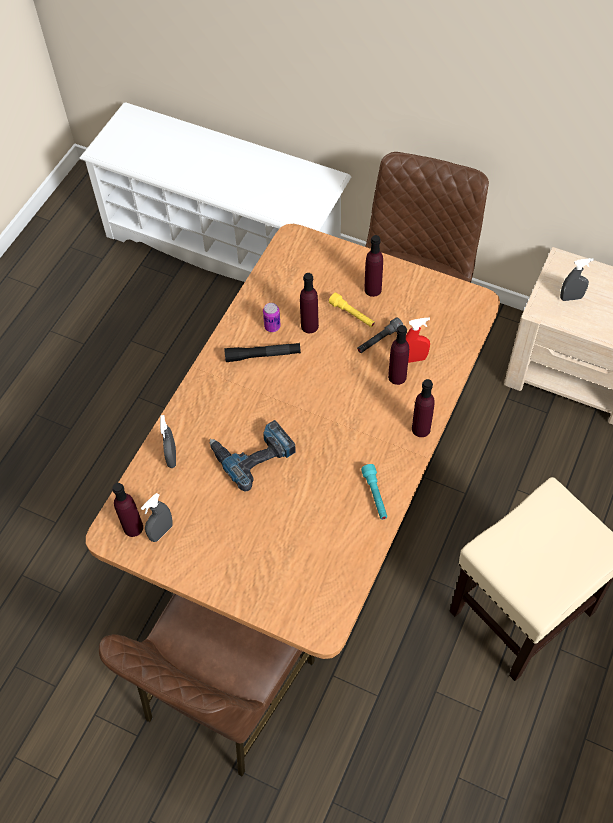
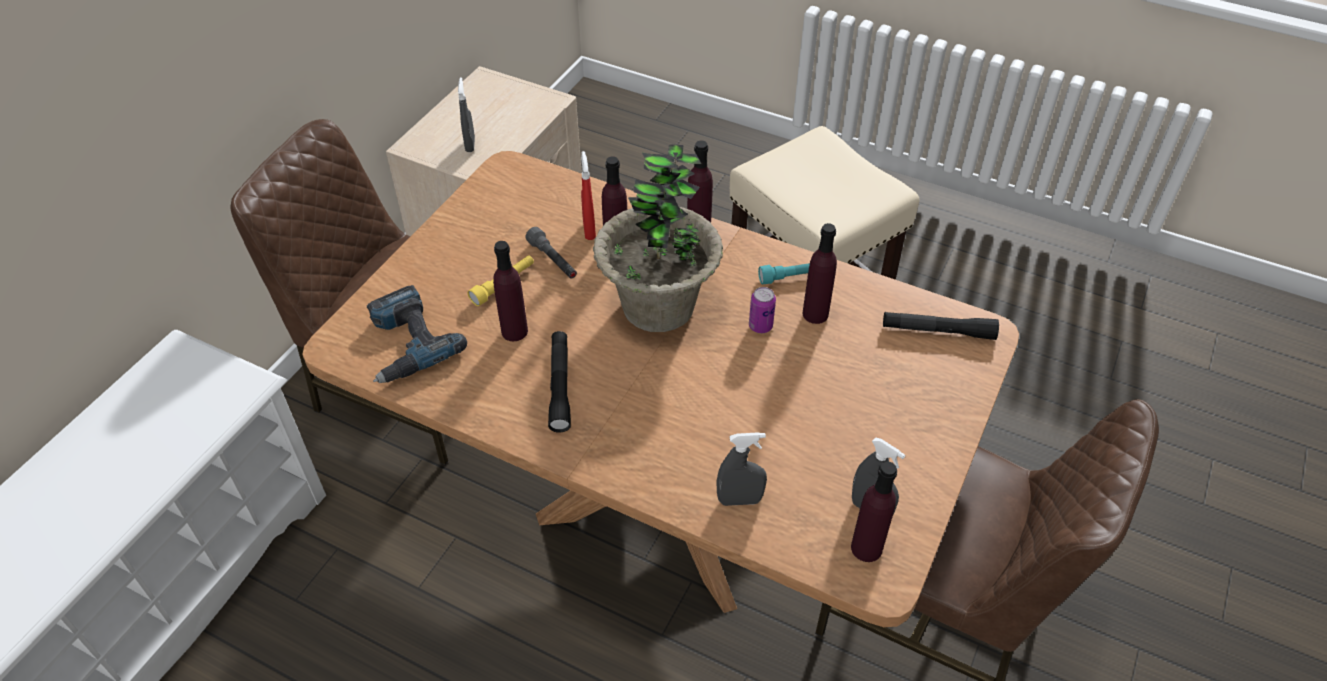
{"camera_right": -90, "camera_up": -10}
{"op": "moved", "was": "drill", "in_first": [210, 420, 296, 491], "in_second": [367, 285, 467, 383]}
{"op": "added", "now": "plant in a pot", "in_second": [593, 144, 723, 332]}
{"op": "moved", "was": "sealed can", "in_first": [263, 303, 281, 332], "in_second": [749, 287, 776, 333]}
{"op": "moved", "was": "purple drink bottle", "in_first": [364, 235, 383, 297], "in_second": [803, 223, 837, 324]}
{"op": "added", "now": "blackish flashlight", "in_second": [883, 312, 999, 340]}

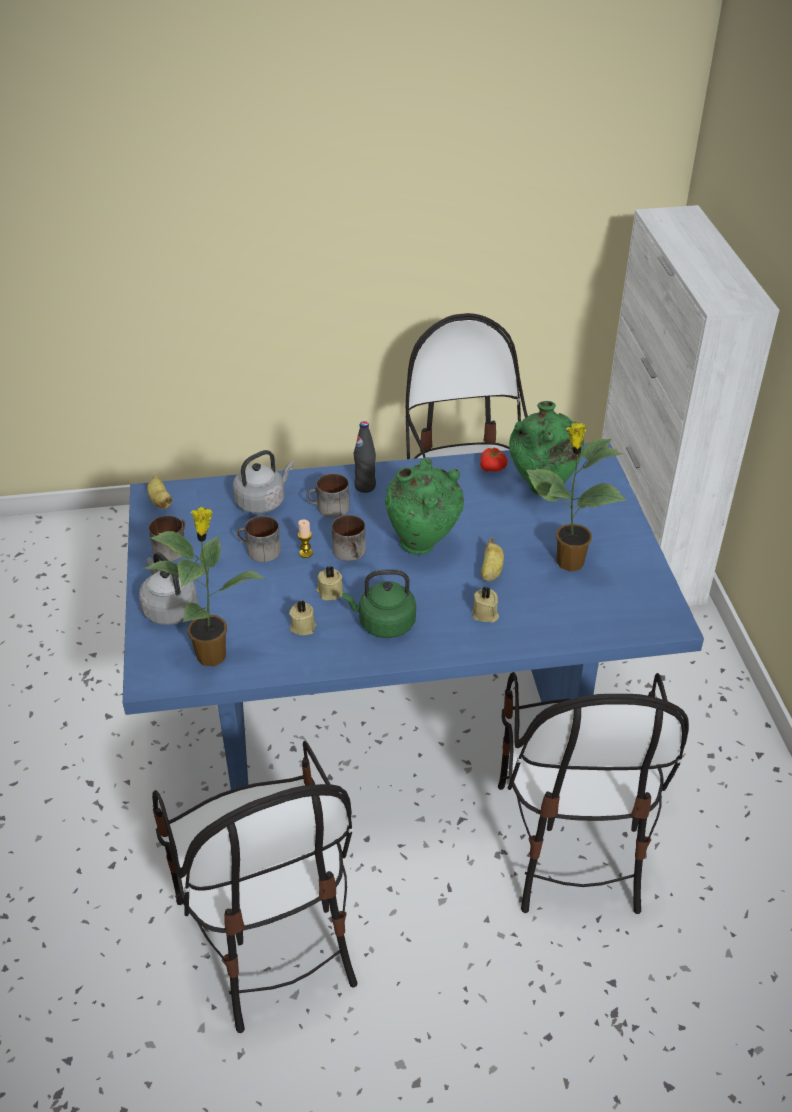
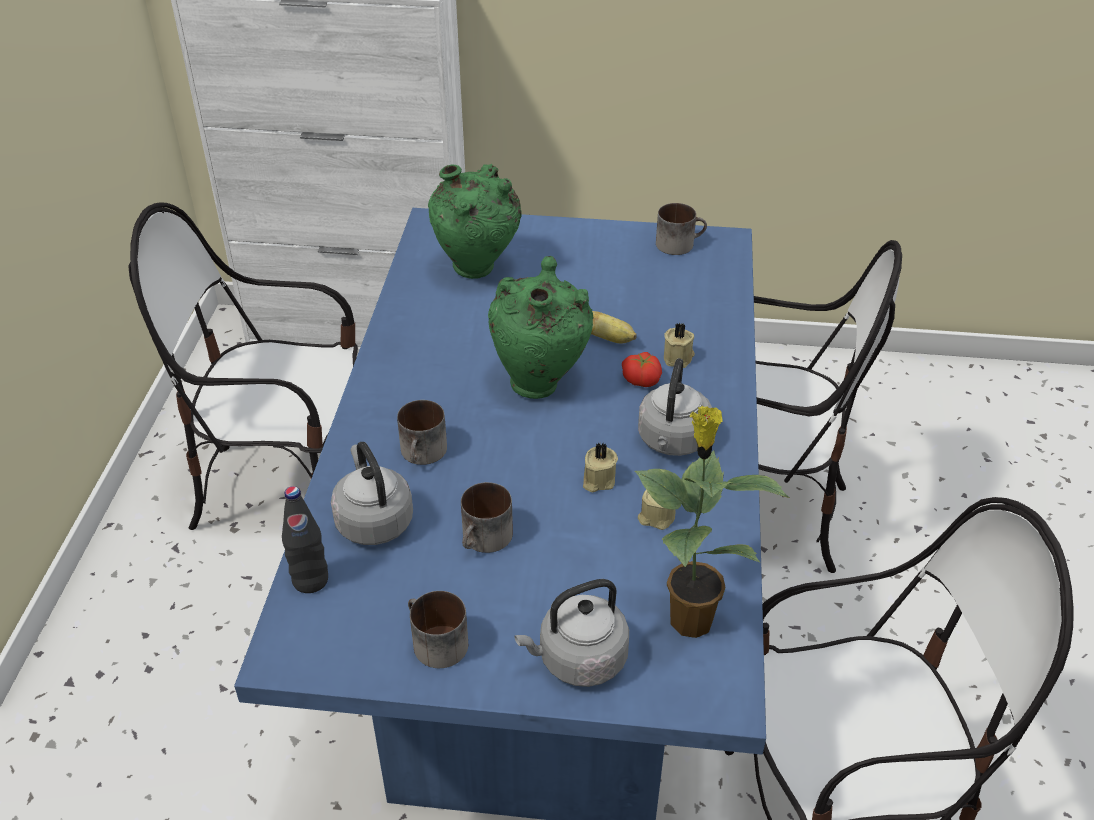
{"camera_right": -75, "camera_up": 0}
{"op": "moved", "was": "blackish drink bottle", "in_first": [354, 421, 376, 493], "in_second": [282, 486, 328, 593]}
{"op": "moved", "was": "whole tomato", "in_first": [480, 448, 507, 472], "in_second": [622, 352, 662, 387]}
{"op": "recoloured", "was": "green kettle", "now": "greyish kettle", "in_first": [342, 570, 416, 638], "in_second": [638, 358, 712, 456]}
{"op": "moved", "was": "mug", "in_first": [332, 515, 366, 561], "in_second": [656, 203, 707, 255]}
{"op": "removed", "was": "whole banana", "in_first": [147, 475, 172, 509]}
{"op": "removed", "was": "wax light", "in_first": [298, 519, 313, 558]}
{"op": "removed", "was": "plant in a pot", "in_first": [526, 423, 626, 572]}

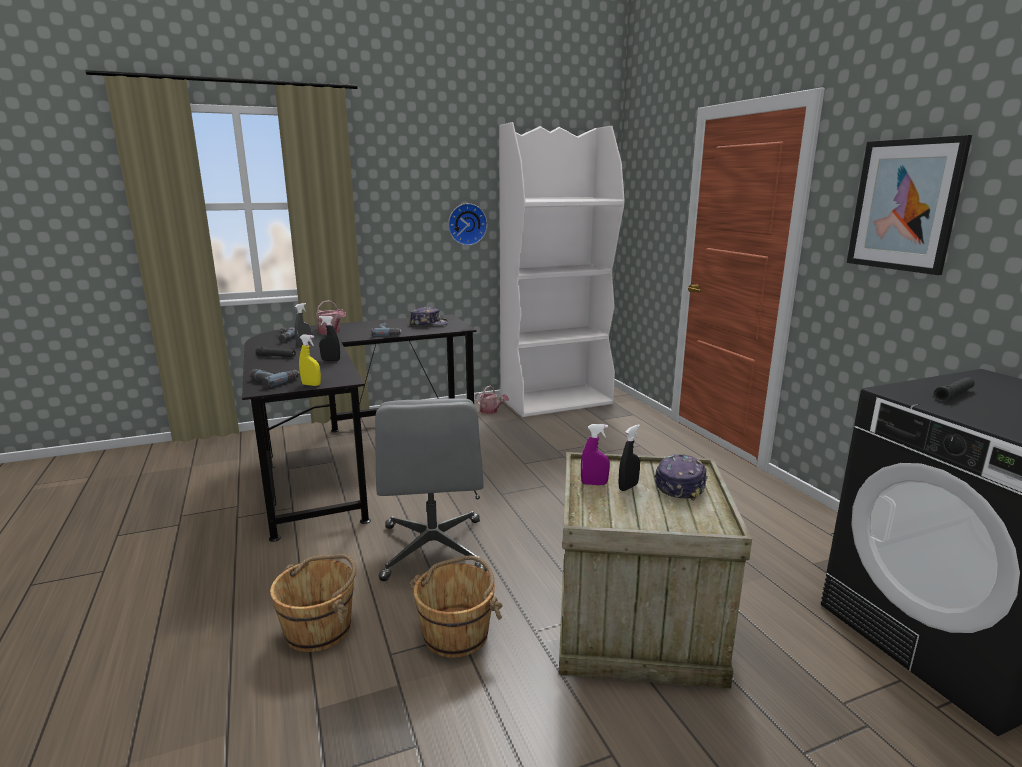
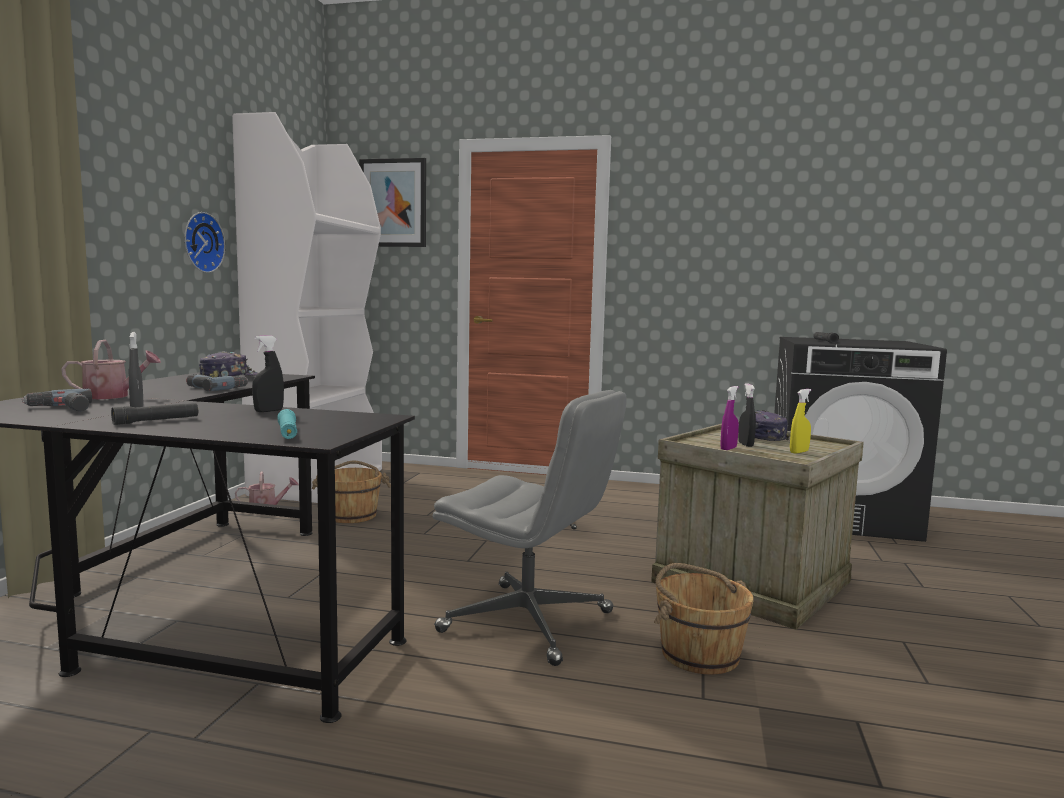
{"camera_right": -55, "camera_up": -10}
{"op": "replaced", "was": "drill", "now": "turquoise flashlight", "in_first": [250, 369, 299, 388], "in_second": [277, 409, 297, 439]}
{"op": "moved", "was": "brown water bucket", "in_first": [270, 554, 356, 652], "in_second": [312, 461, 391, 523]}
{"op": "moved", "was": "wall art", "in_first": [847, 135, 972, 275], "in_second": [359, 158, 426, 247]}
{"op": "moved", "was": "yellow hand sprayer", "in_first": [299, 334, 321, 386], "in_second": [790, 389, 811, 454]}

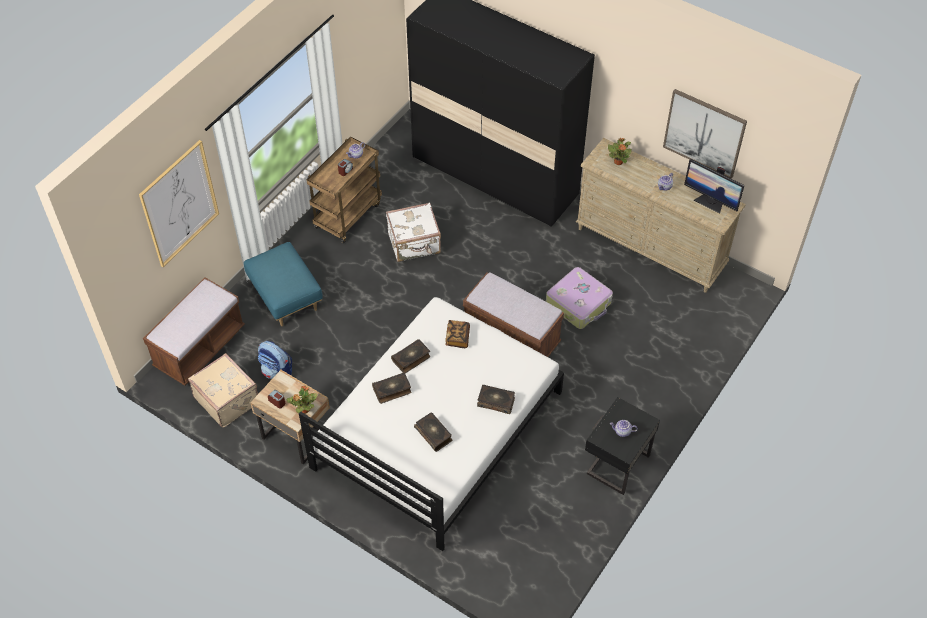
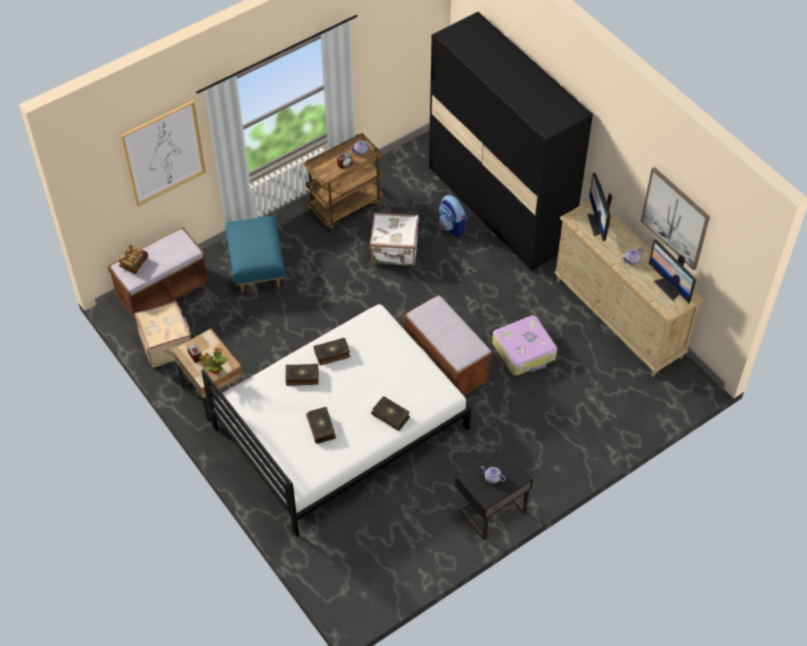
{"camera_right": 20, "camera_up": 0}
{"op": "moved", "was": "bound book", "in_first": [445, 320, 470, 348], "in_second": [118, 245, 148, 274]}
{"op": "moved", "was": "rucksack", "in_first": [258, 341, 292, 379], "in_second": [439, 195, 468, 237]}
{"op": "replaced", "was": "plant in a pot", "now": "monitor", "in_first": [608, 138, 632, 165], "in_second": [587, 173, 612, 241]}

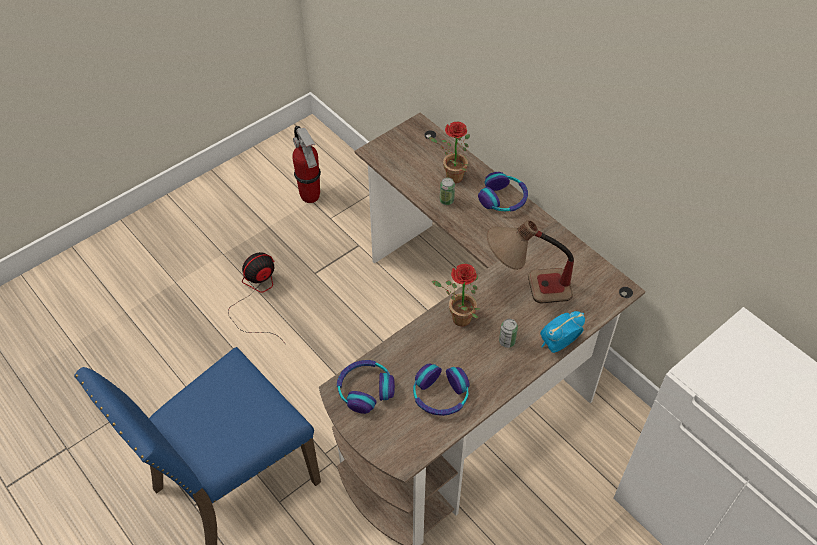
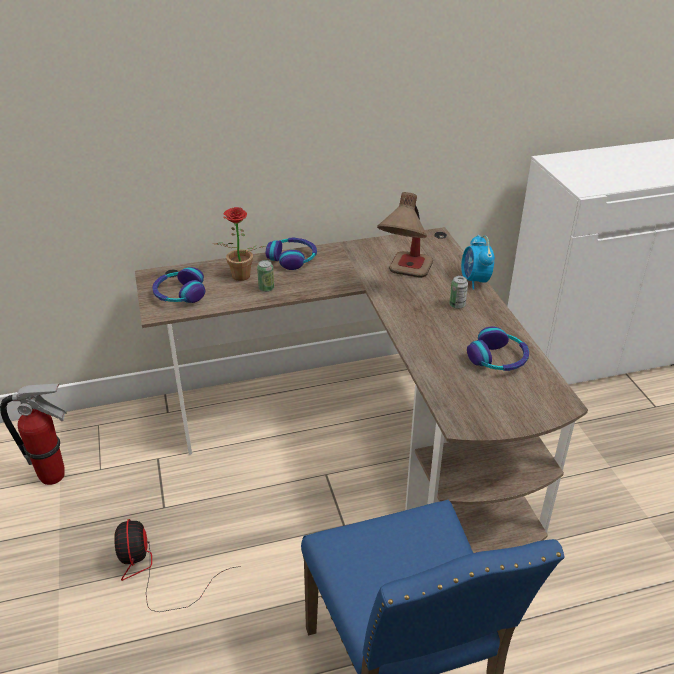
{"camera_right": -65, "camera_up": -15}
{"op": "moved", "was": "headset", "in_first": [337, 360, 395, 414], "in_second": [153, 267, 206, 303]}
{"op": "removed", "was": "plant in a pot", "in_first": [432, 264, 480, 326]}

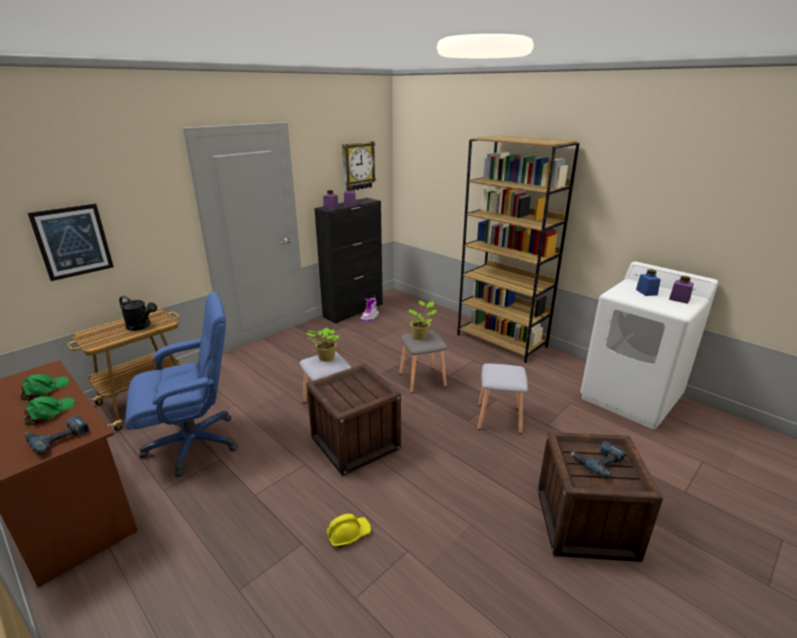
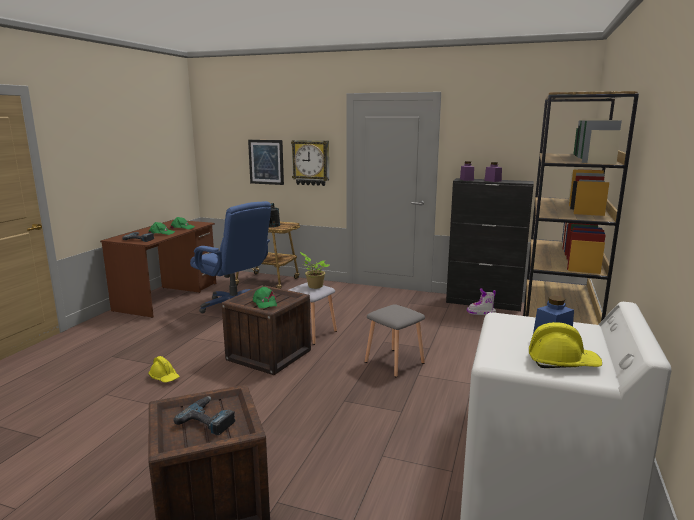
{"camera_right": 65, "camera_up": -10}
{"op": "added", "now": "green baseball cap", "in_second": [253, 287, 277, 308]}
{"op": "moved", "was": "clock on the wall", "in_first": [342, 141, 376, 191], "in_second": [291, 140, 329, 186]}
{"op": "replaced", "was": "purple jar", "now": "yellow work helmet", "in_first": [669, 276, 694, 304], "in_second": [529, 322, 602, 368]}
{"op": "removed", "was": "plant in a pot", "in_first": [406, 301, 437, 340]}
{"op": "removed", "was": "greyish sitting stool", "in_first": [478, 363, 528, 434]}

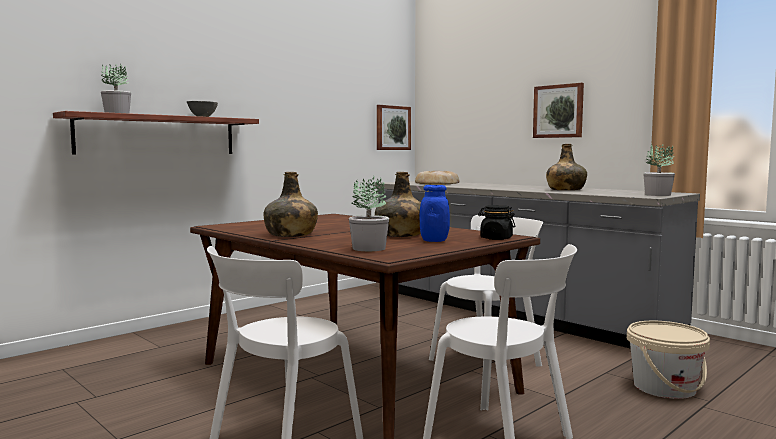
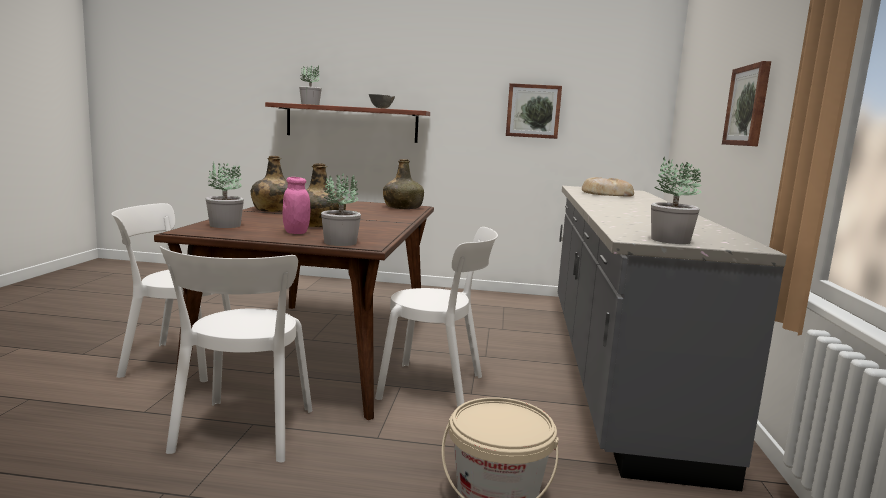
{"camera_right": 50, "camera_up": 5}
{"op": "recoloured", "was": "blue-coloured jar", "now": "pink jar", "in_first": [419, 185, 450, 242], "in_second": [283, 177, 310, 234]}
{"op": "replaced", "was": "blackish jar", "now": "plant in a pot", "in_first": [478, 205, 515, 240], "in_second": [321, 173, 361, 246]}
{"op": "moved", "was": "green drink bottle", "in_first": [546, 144, 587, 190], "in_second": [383, 159, 424, 209]}
{"op": "moved", "was": "wall art", "in_first": [377, 105, 411, 150], "in_second": [506, 83, 562, 139]}

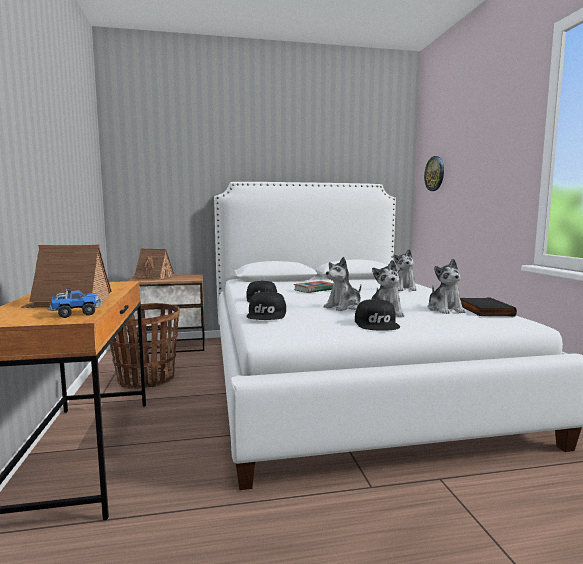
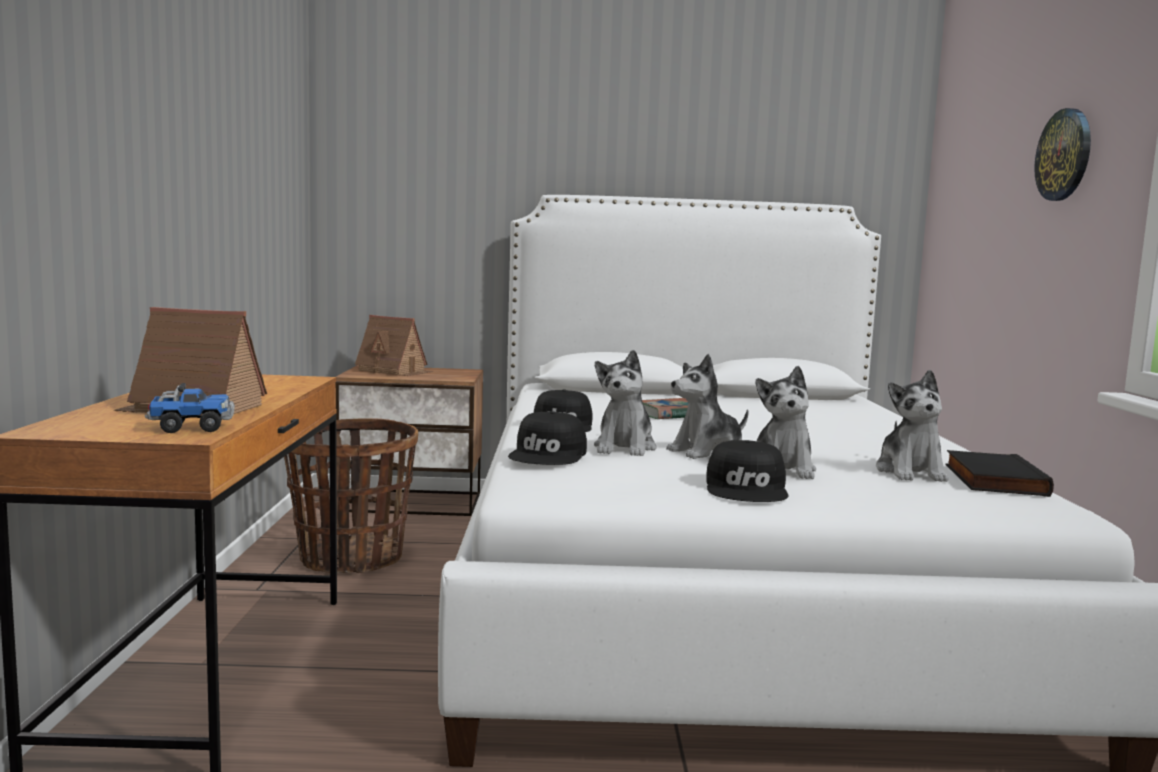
{"camera_right": 10, "camera_up": 0}
{"op": "moved", "was": "soft toy", "in_first": [393, 249, 417, 291], "in_second": [594, 350, 657, 456]}
{"op": "moved", "was": "clock on the wall", "in_first": [424, 156, 444, 191], "in_second": [1034, 108, 1091, 201]}

